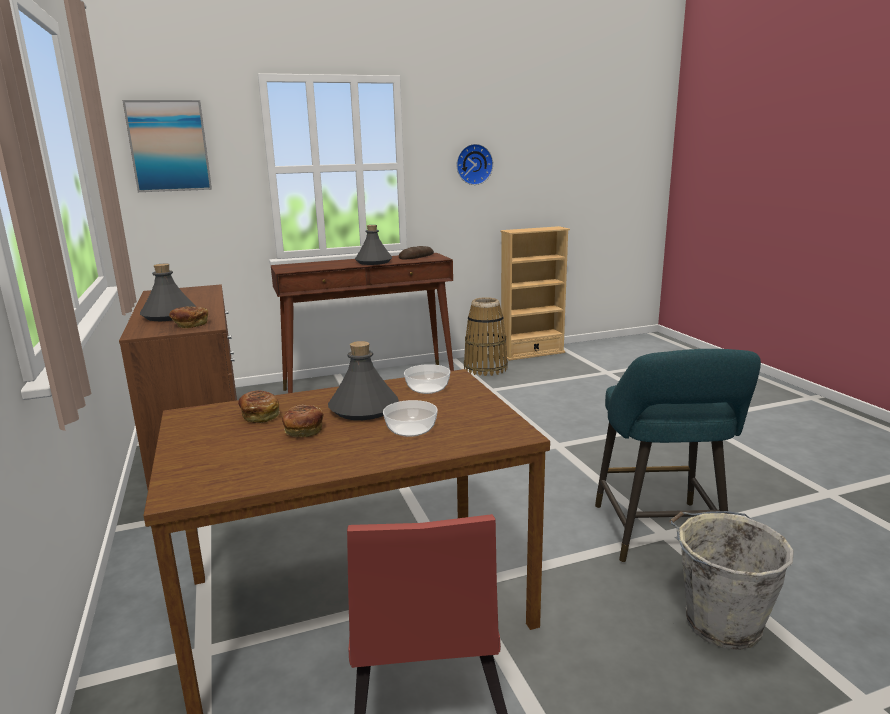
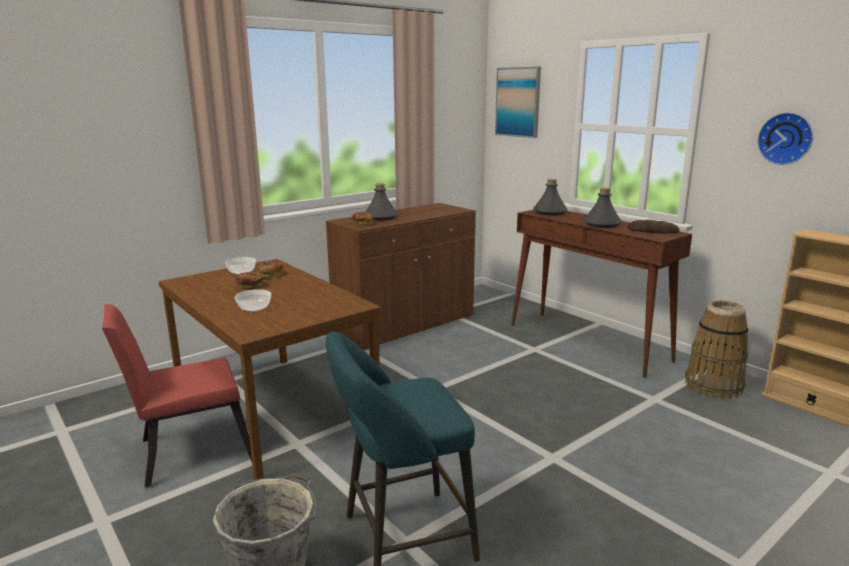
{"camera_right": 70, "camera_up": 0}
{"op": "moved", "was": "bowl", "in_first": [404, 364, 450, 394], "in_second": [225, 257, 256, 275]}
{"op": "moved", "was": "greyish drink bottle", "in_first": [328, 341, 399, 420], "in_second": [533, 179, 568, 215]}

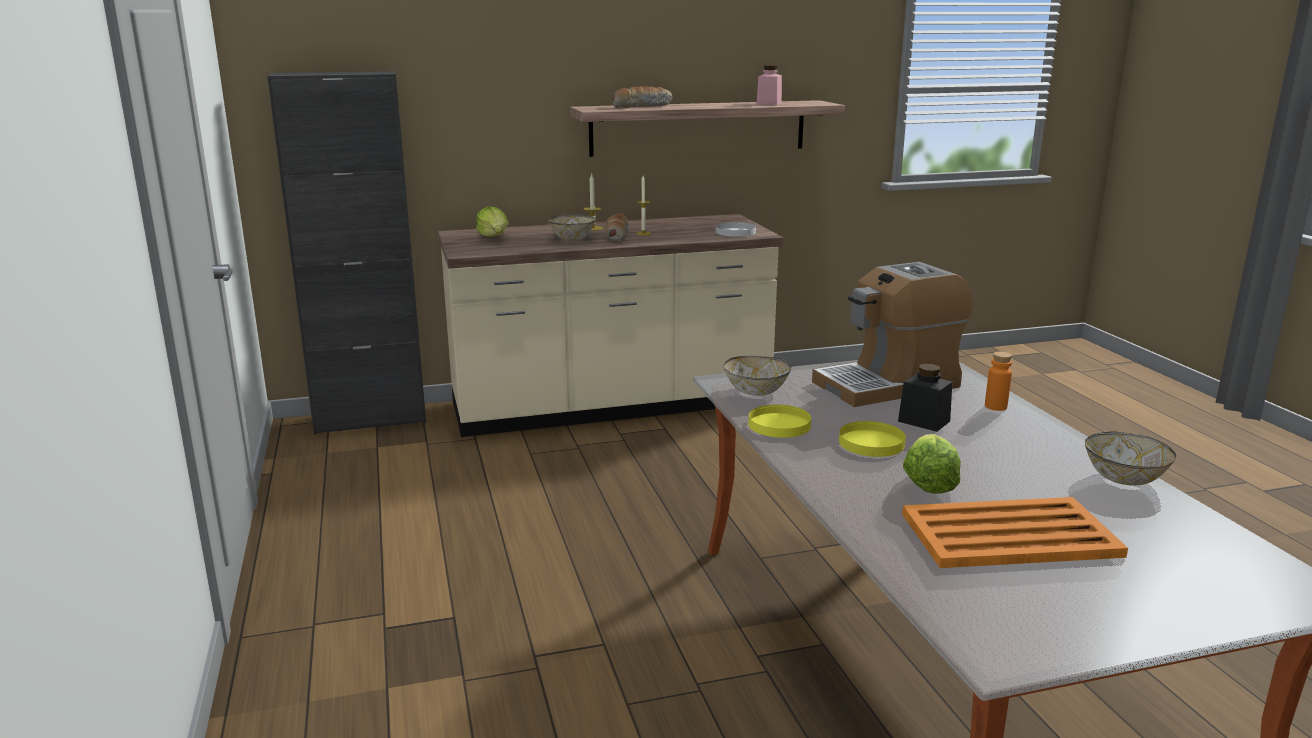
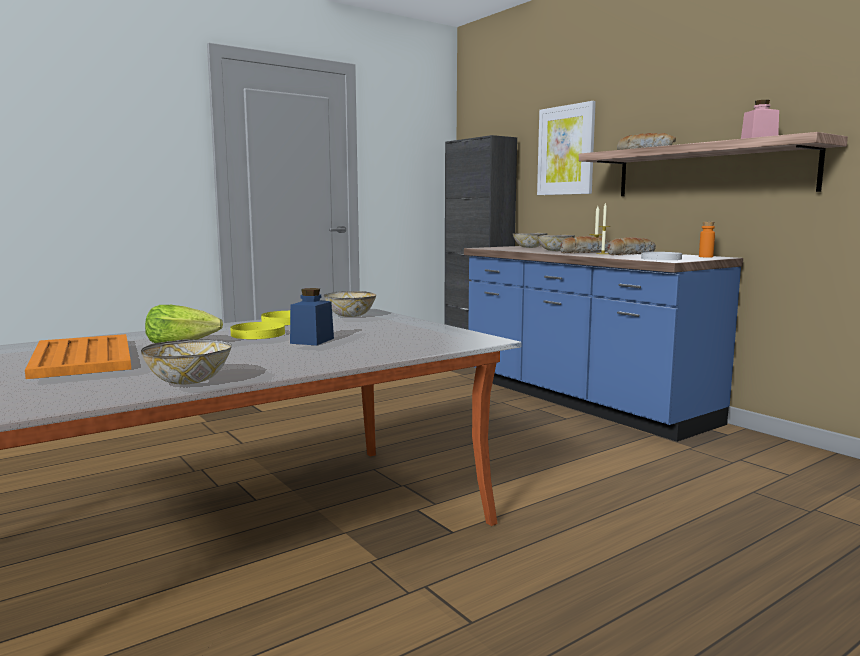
{"camera_right": 70, "camera_up": -10}
{"op": "recoloured", "was": "blackish jar", "now": "blue-coloured jar", "in_first": [898, 364, 952, 432], "in_second": [290, 288, 334, 346]}
{"op": "recoloured", "was": "sand-coloured counter", "now": "blue-coloured counter", "in_first": [438, 214, 783, 437], "in_second": [464, 246, 743, 442]}
{"op": "replaced", "was": "lettuce head", "now": "bowl", "in_first": [476, 206, 508, 237], "in_second": [513, 233, 548, 248]}
{"op": "added", "now": "wall art", "in_second": [537, 101, 596, 195]}
{"op": "added", "now": "bakery bread", "in_second": [607, 237, 656, 255]}
{"op": "moved", "was": "orange drink bottle", "in_first": [985, 352, 1012, 411], "in_second": [699, 222, 715, 258]}
{"op": "removed", "was": "coffee machine", "in_first": [812, 262, 973, 407]}

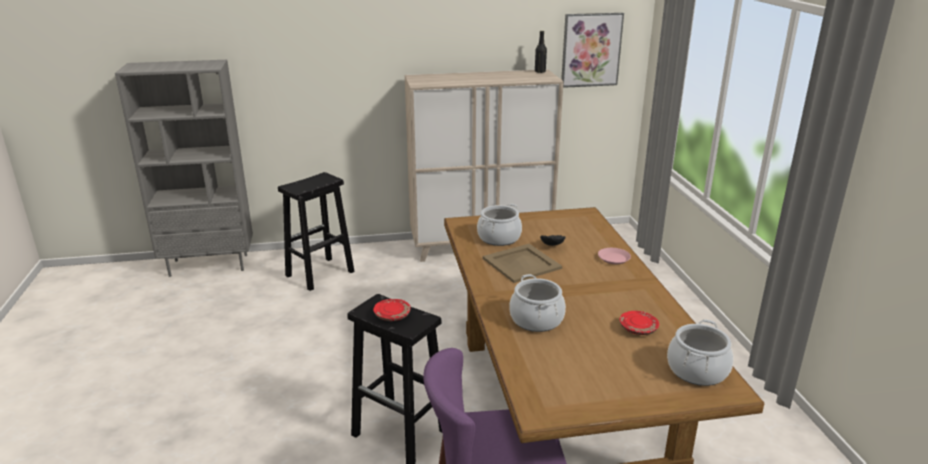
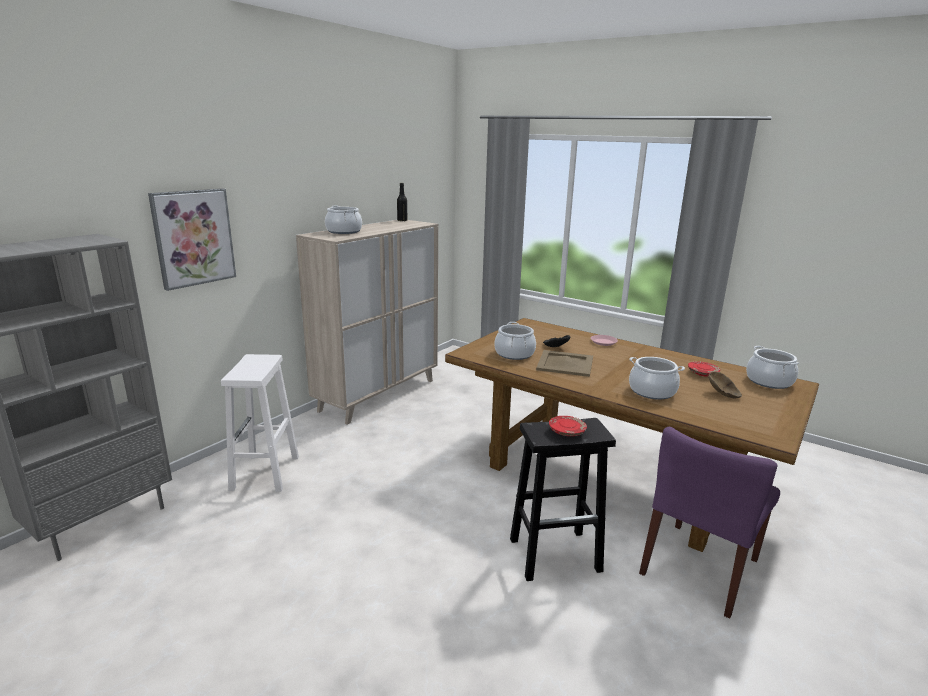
{"camera_right": -45, "camera_up": -5}
{"op": "moved", "was": "wall art", "in_first": [561, 13, 624, 88], "in_second": [148, 188, 236, 291]}
{"op": "recoloured", "was": "blackish sitting stool", "now": "whitish sitting stool", "in_first": [278, 172, 354, 291], "in_second": [221, 354, 299, 492]}
{"op": "added", "now": "stockpot", "in_second": [325, 205, 362, 234]}
{"op": "added", "now": "brown bowl", "in_second": [708, 371, 742, 399]}

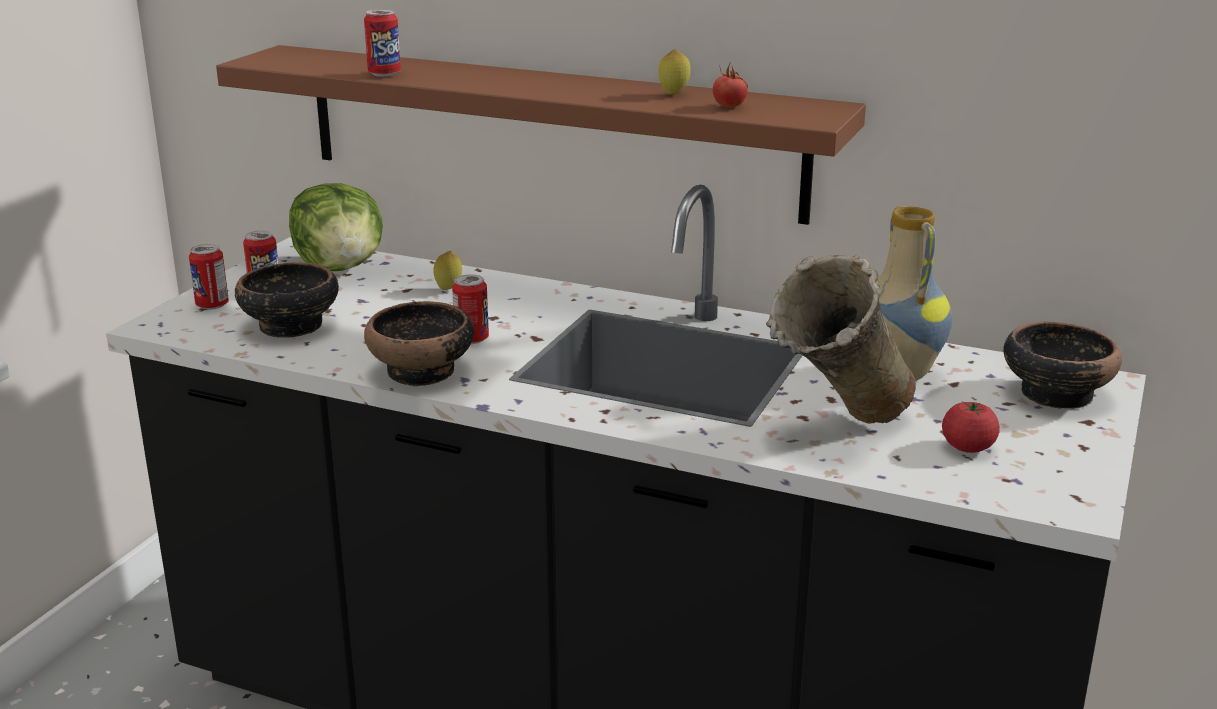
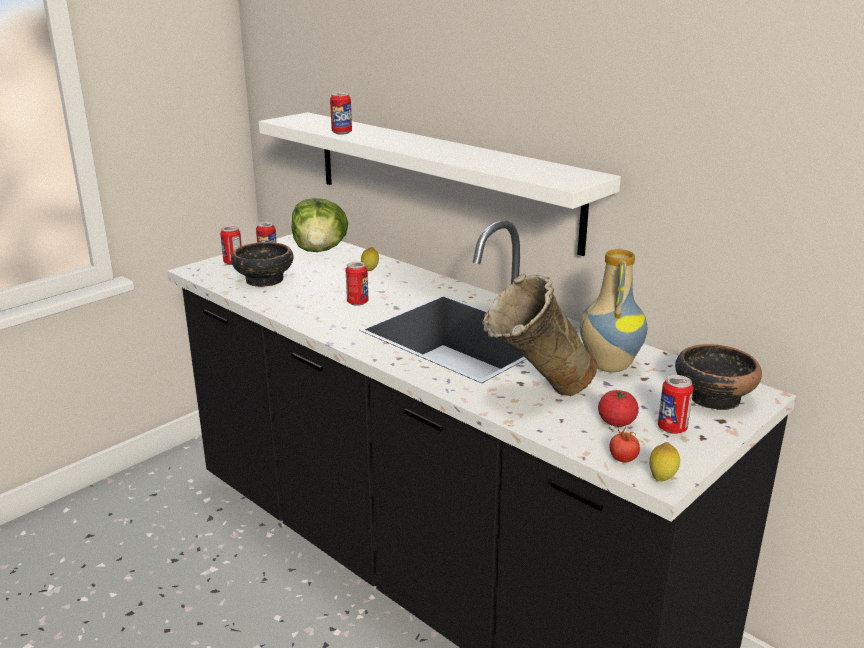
{"camera_right": 20, "camera_up": 0}
{"op": "recoloured", "was": "brown bracket shelf", "now": "whitish bracket shelf", "in_first": [216, 45, 866, 225], "in_second": [259, 112, 621, 256]}
{"op": "moved", "was": "whole tomato", "in_first": [713, 63, 748, 108], "in_second": [610, 427, 640, 462]}
{"op": "moved", "was": "citrus fruit", "in_first": [659, 49, 691, 95], "in_second": [649, 442, 680, 481]}
{"op": "added", "now": "sealed can", "in_second": [658, 375, 694, 434]}
{"op": "removed", "was": "bowl", "in_first": [364, 301, 474, 386]}

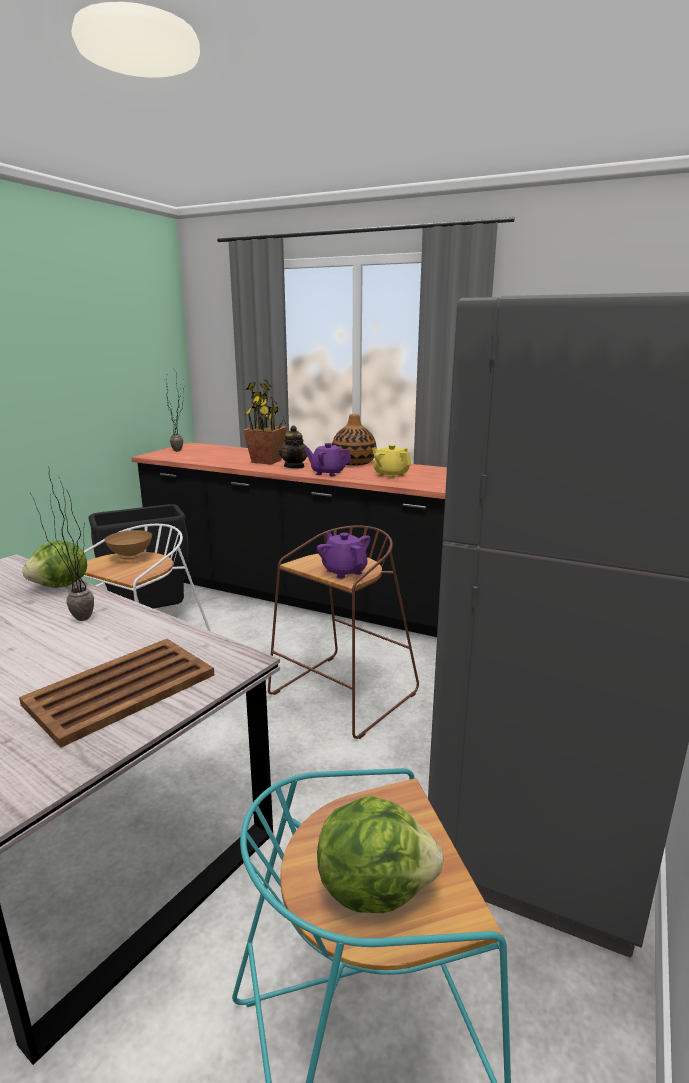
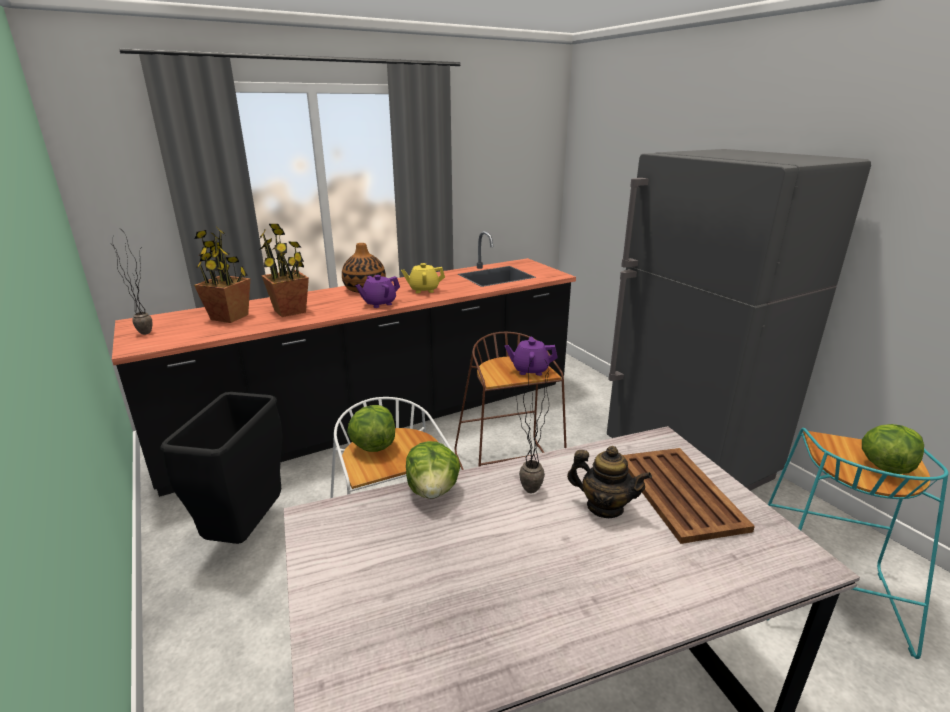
{"camera_right": -55, "camera_up": 5}
{"op": "added", "now": "plant in a pot", "in_second": [194, 226, 250, 323]}
{"op": "replaced", "was": "brown bowl", "now": "lettuce head", "in_first": [104, 530, 152, 560], "in_second": [347, 405, 395, 452]}
{"op": "moved", "was": "teapot", "in_first": [279, 426, 307, 469], "in_second": [567, 446, 652, 518]}

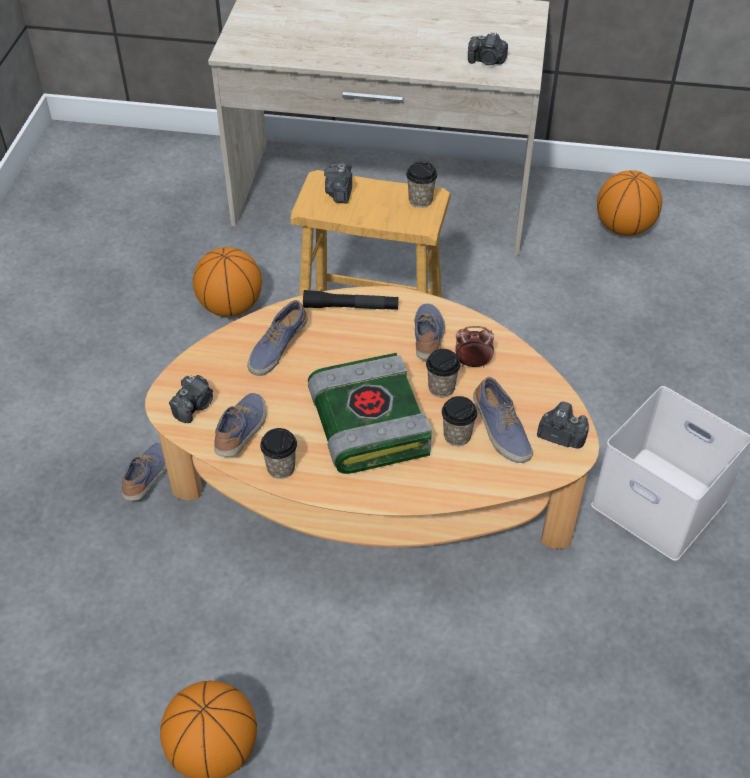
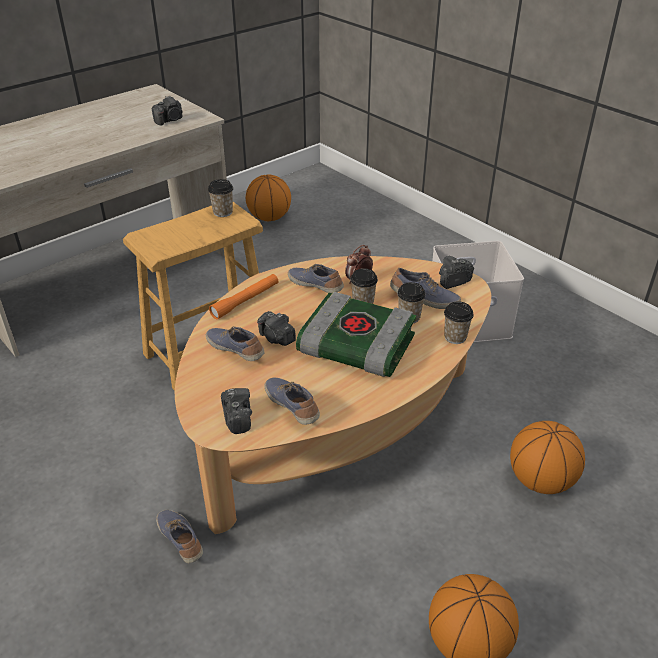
{"camera_right": -50, "camera_up": -10}
{"op": "turned", "was": "item of footwear", "in_first": [248, 300, 308, 376], "in_second": [206, 326, 265, 361], "clockwise": 150}
{"op": "recoloured", "was": "blackish flashlight", "now": "orange flashlight", "in_first": [303, 290, 398, 310], "in_second": [209, 274, 278, 319]}
{"op": "moved", "was": "still camera", "in_first": [324, 163, 352, 203], "in_second": [257, 311, 296, 346]}
{"op": "moved", "was": "drinking cup", "in_first": [260, 428, 297, 479], "in_second": [444, 301, 474, 344]}
{"op": "moved", "was": "basketball", "in_first": [193, 247, 262, 317], "in_second": [510, 421, 585, 494]}

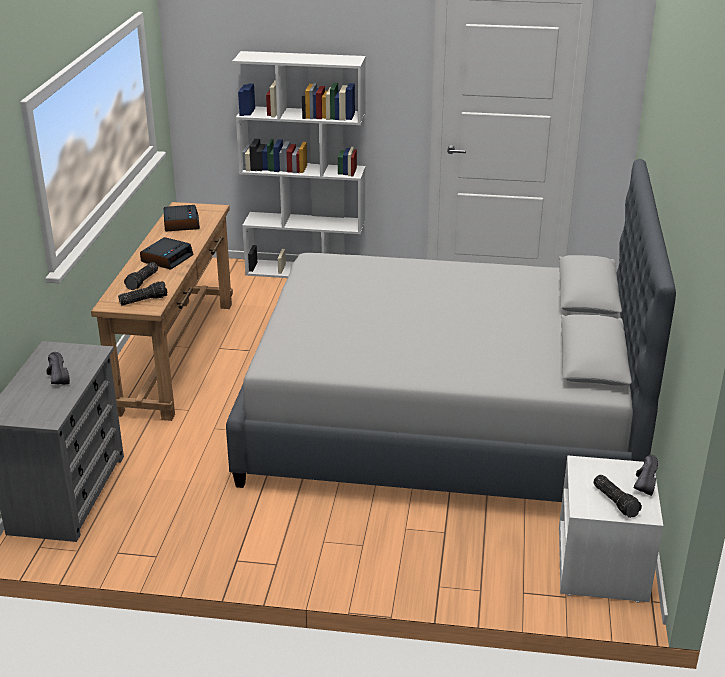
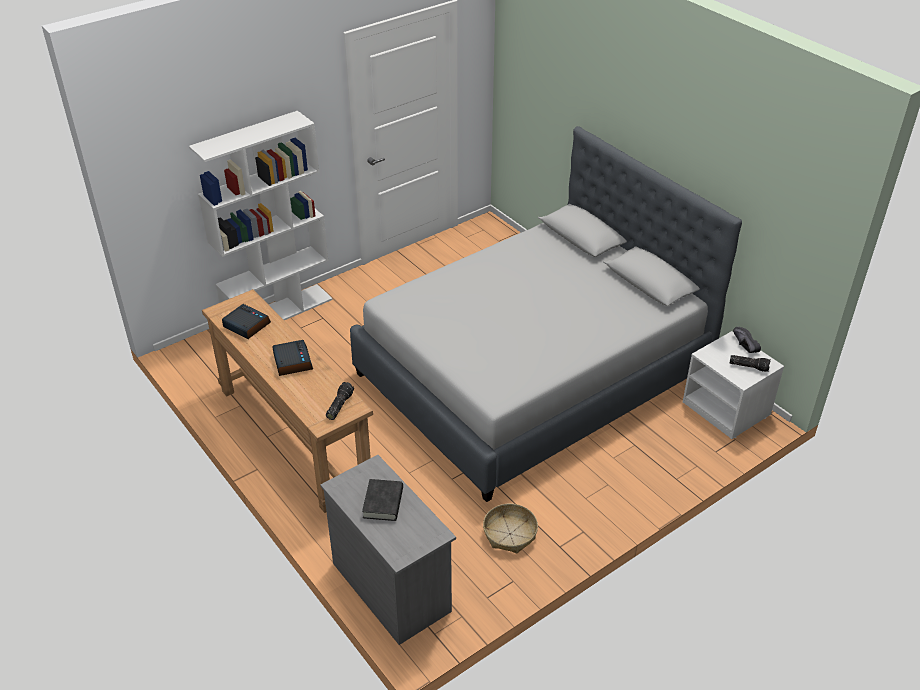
{"camera_right": -45, "camera_up": 10}
{"op": "replaced", "was": "blackish item of footwear", "now": "blackish bound book", "in_first": [47, 352, 70, 385], "in_second": [362, 479, 403, 521]}
{"op": "added", "now": "basket", "in_second": [483, 504, 538, 553]}
{"op": "removed", "was": "flashlight", "in_first": [124, 262, 158, 290]}

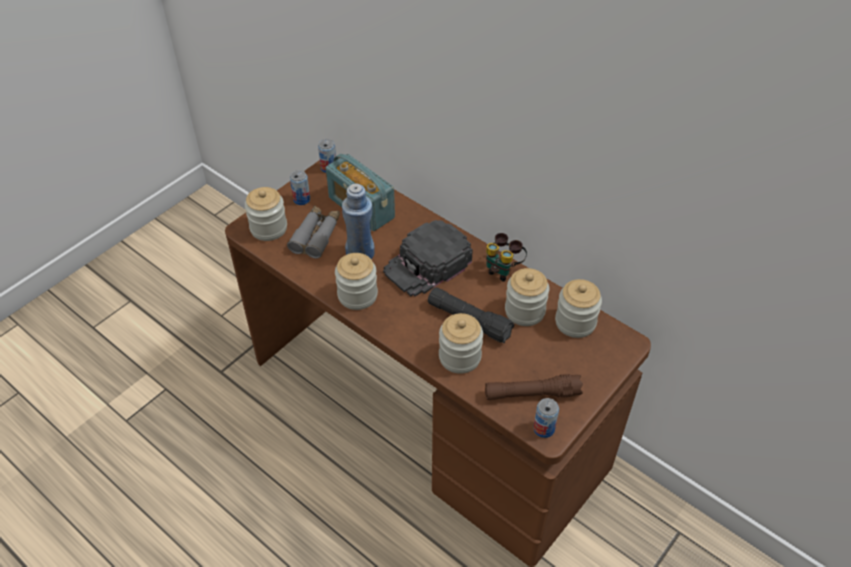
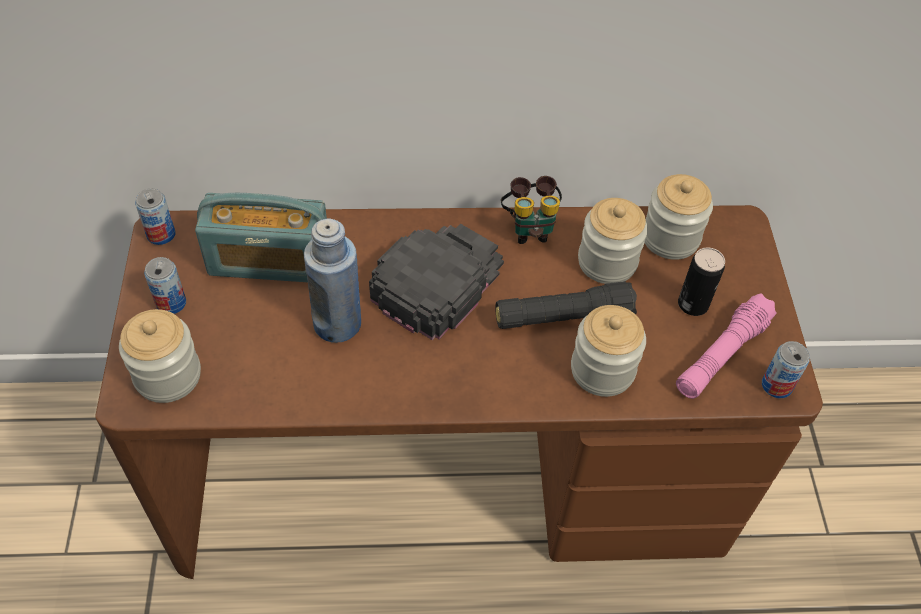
{"camera_right": -45, "camera_up": 5}
{"op": "turned", "was": "blackish baseball cap", "in_first": [383, 220, 473, 297], "in_second": [369, 224, 504, 340], "clockwise": -150}
{"op": "recoloured", "was": "brown flashlight", "now": "pink flashlight", "in_first": [485, 374, 583, 400], "in_second": [676, 293, 777, 399]}
{"op": "added", "now": "sealed can", "in_second": [678, 247, 725, 316]}
{"op": "removed", "was": "greyish pair of binoculars", "in_first": [287, 206, 340, 258]}
{"op": "removed", "was": "jar", "in_first": [335, 253, 378, 310]}

